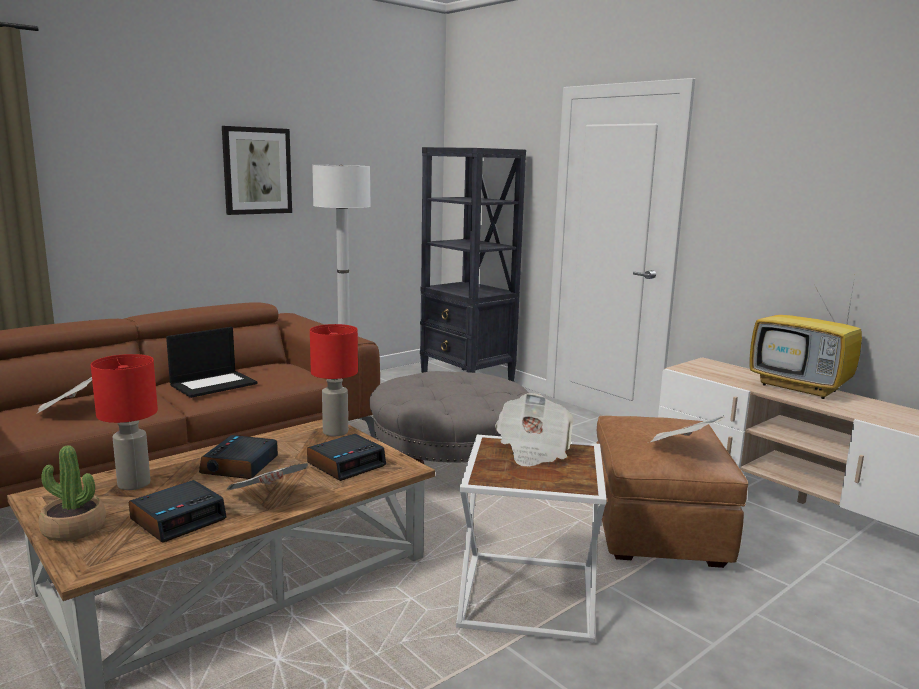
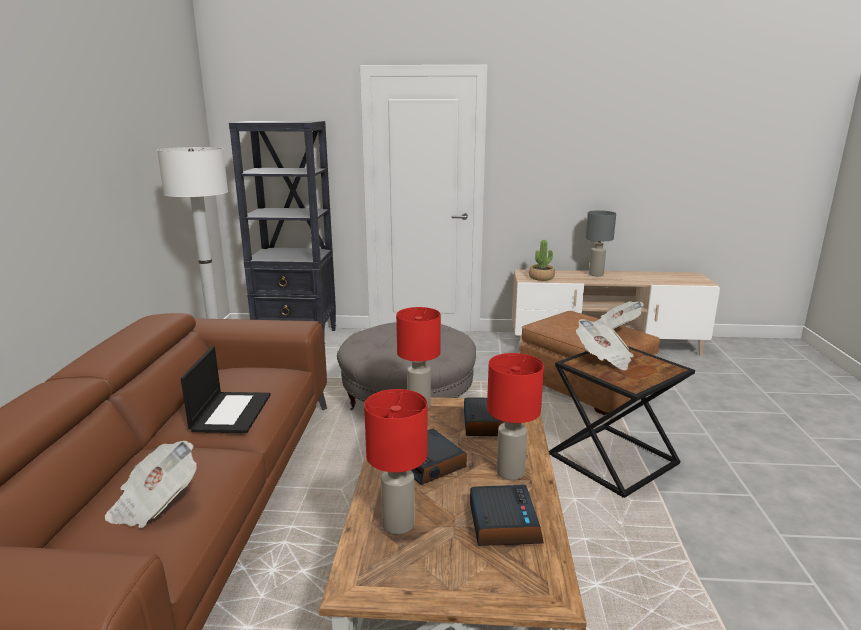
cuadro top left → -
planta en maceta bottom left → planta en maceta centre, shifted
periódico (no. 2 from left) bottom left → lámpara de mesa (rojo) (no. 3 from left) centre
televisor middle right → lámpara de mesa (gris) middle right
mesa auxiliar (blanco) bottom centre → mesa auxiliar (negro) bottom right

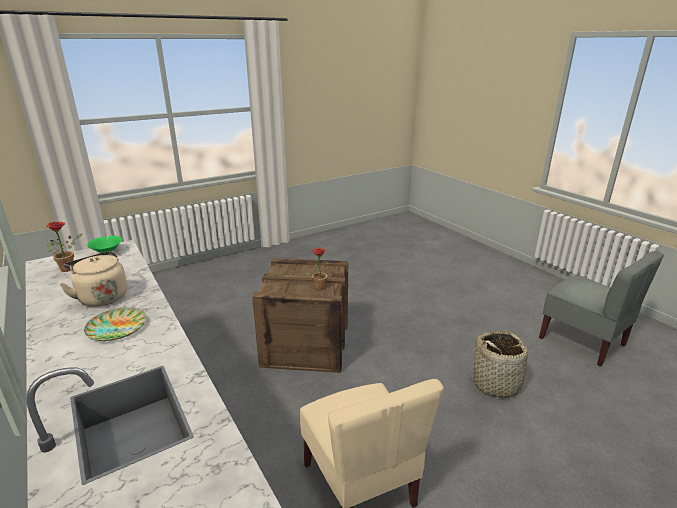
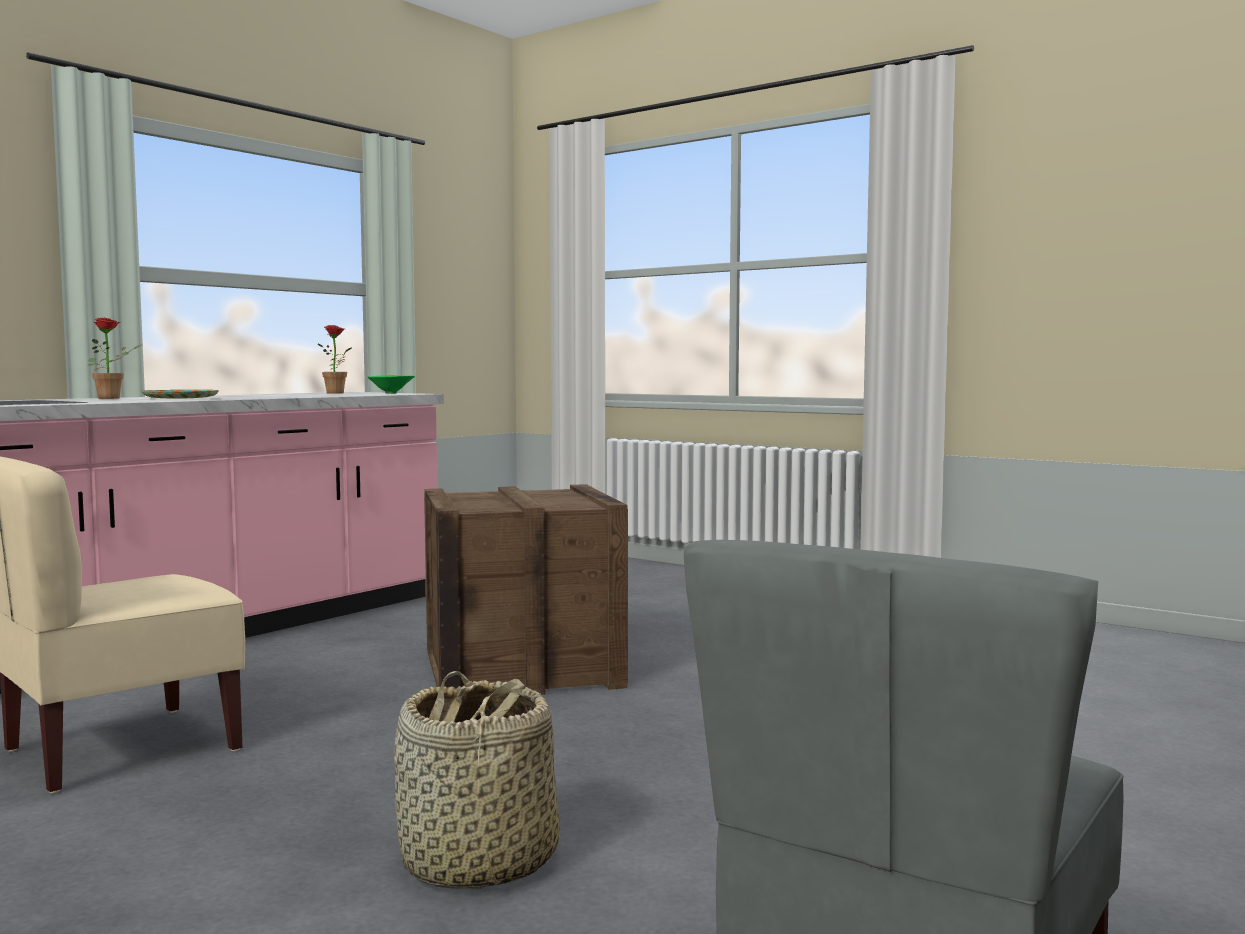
hervidor (beis) middle left → -
planta en maceta (no. 2 from left in the first image) centre → planta en maceta (no. 1 from left) middle left, shifted

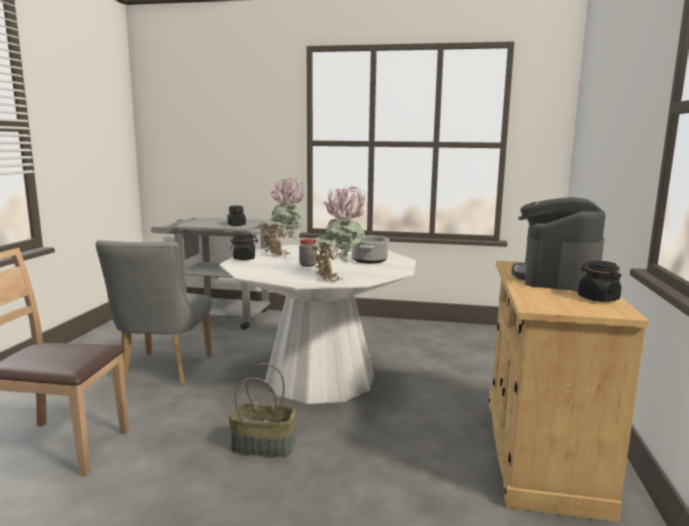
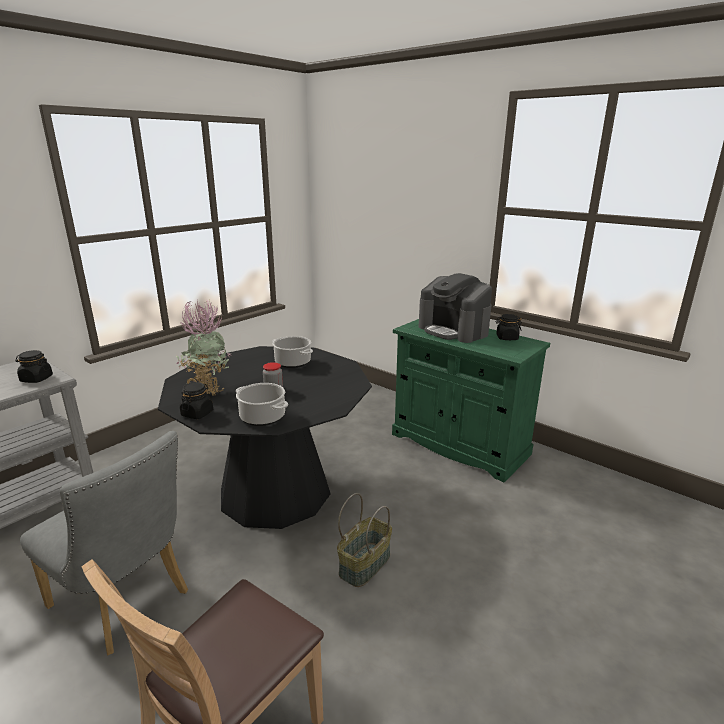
planta en maceta (no. 2 from left) centre → -
- → olla (no. 1 from left) centre
mesa de comedor (blanco) centre → mesa de comedor (negro) centre
armario (beis) bottom right → armario (verde) centre

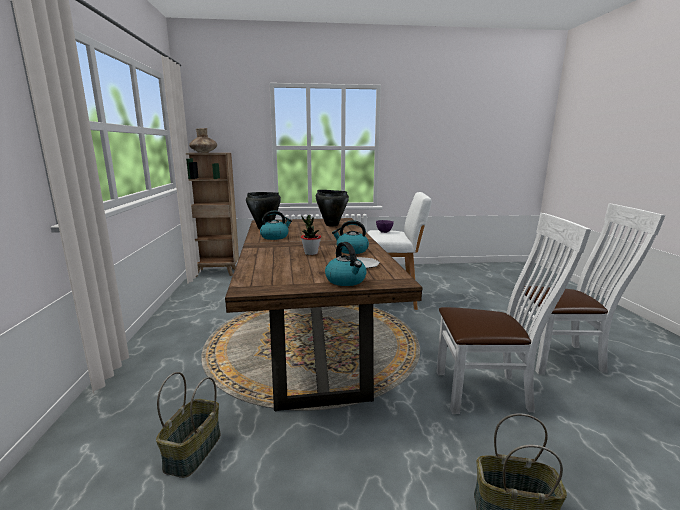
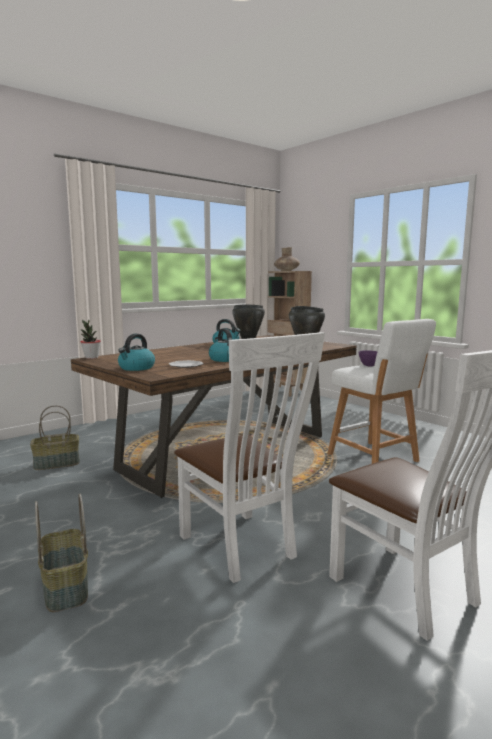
planta en maceta centre → planta en maceta middle left, shifted

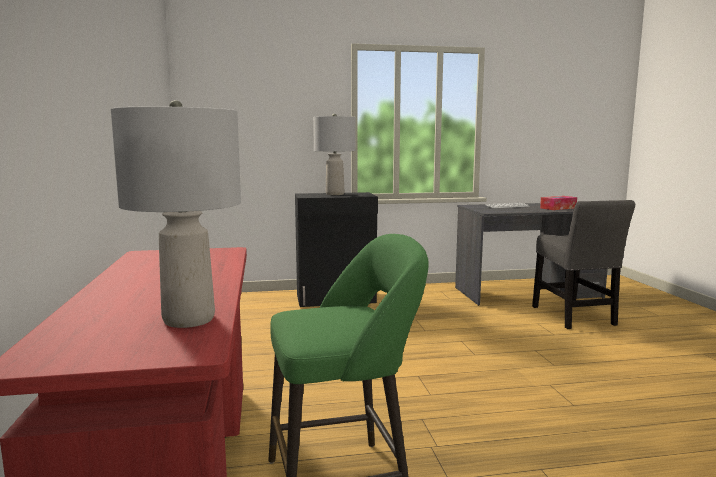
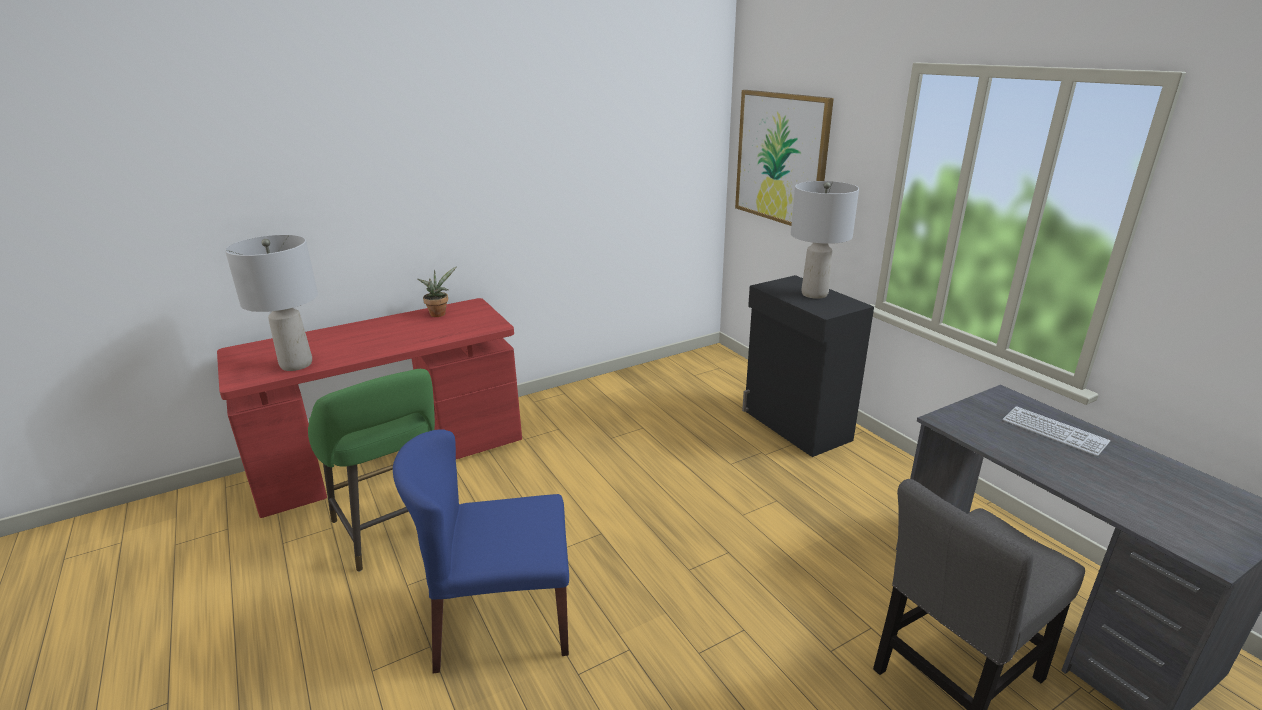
caja de pañuelos middle right → -
- → silla (azul) bottom centre
- → planta en maceta centre
- → cuadro top centre

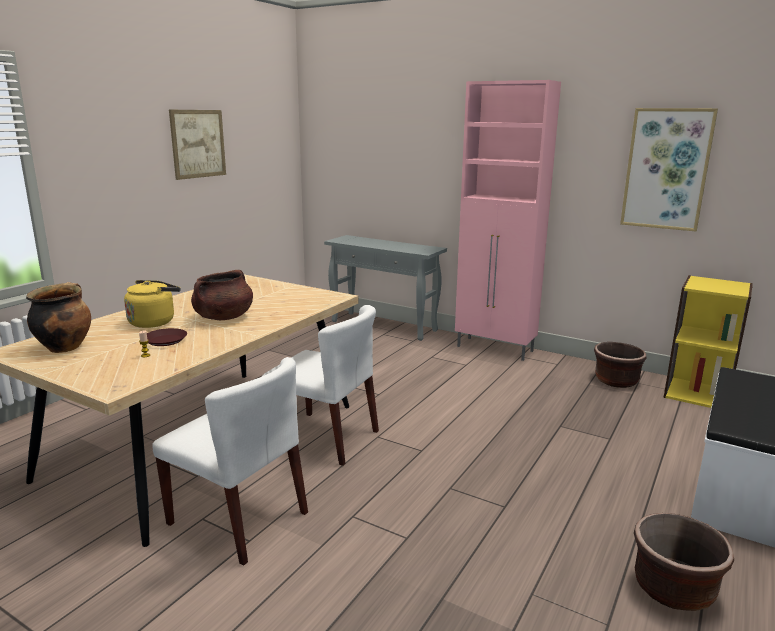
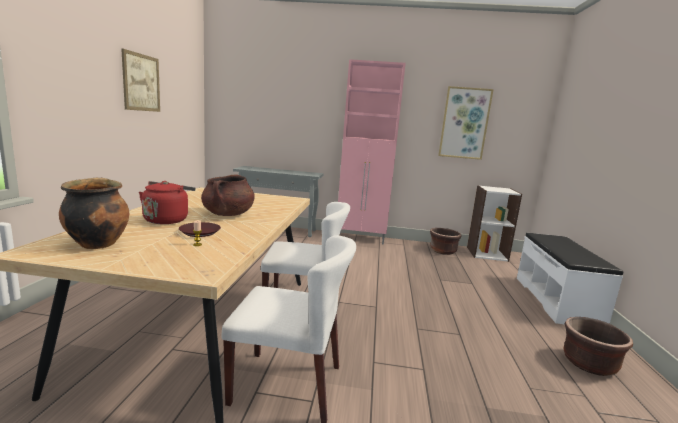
hervidor (amarillo) middle left → hervidor (rojo) middle left
estantería (amarillo) middle right → estantería (blanco) middle right

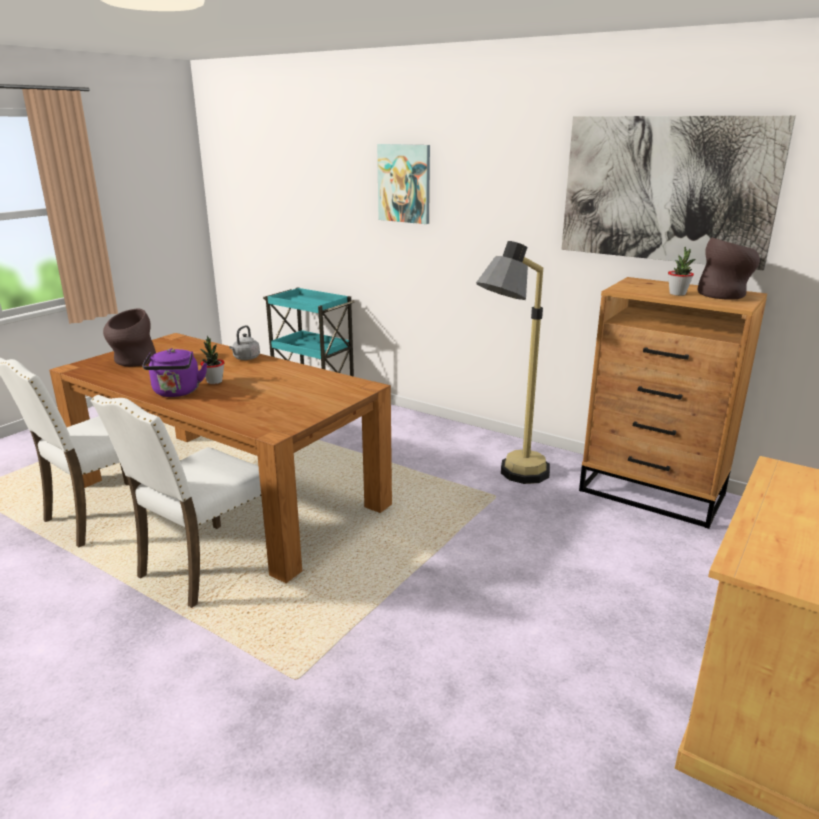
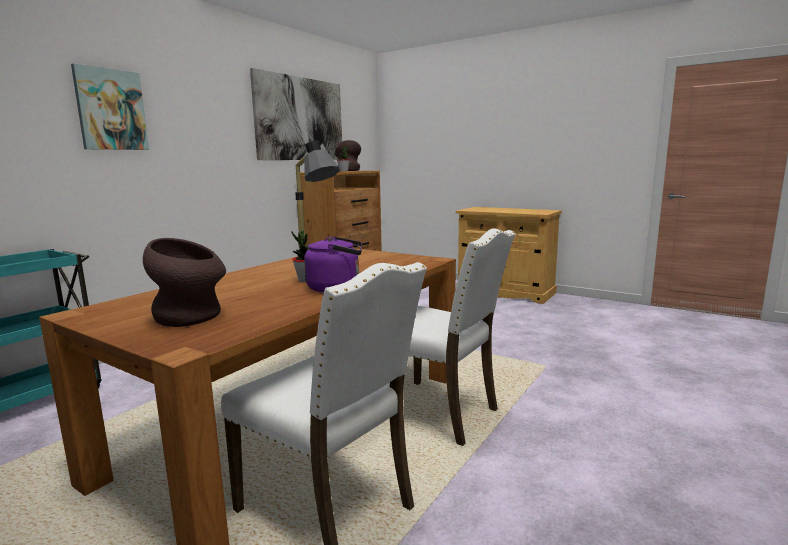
hervidor (gris) middle left → -

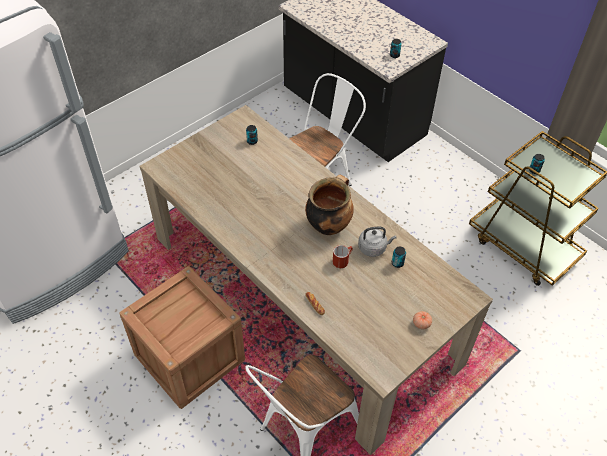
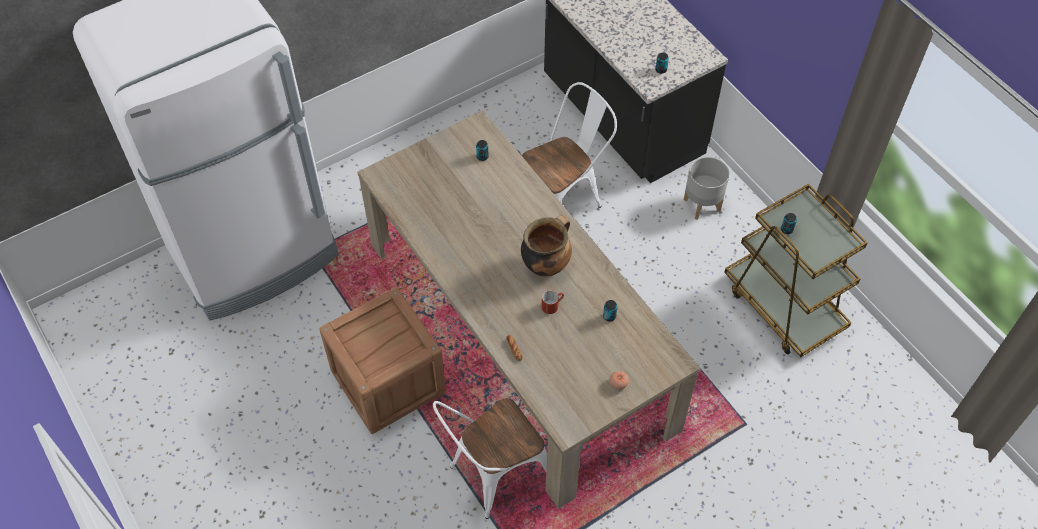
hervidor (gris) centre → -
- → maceta (gris) middle right

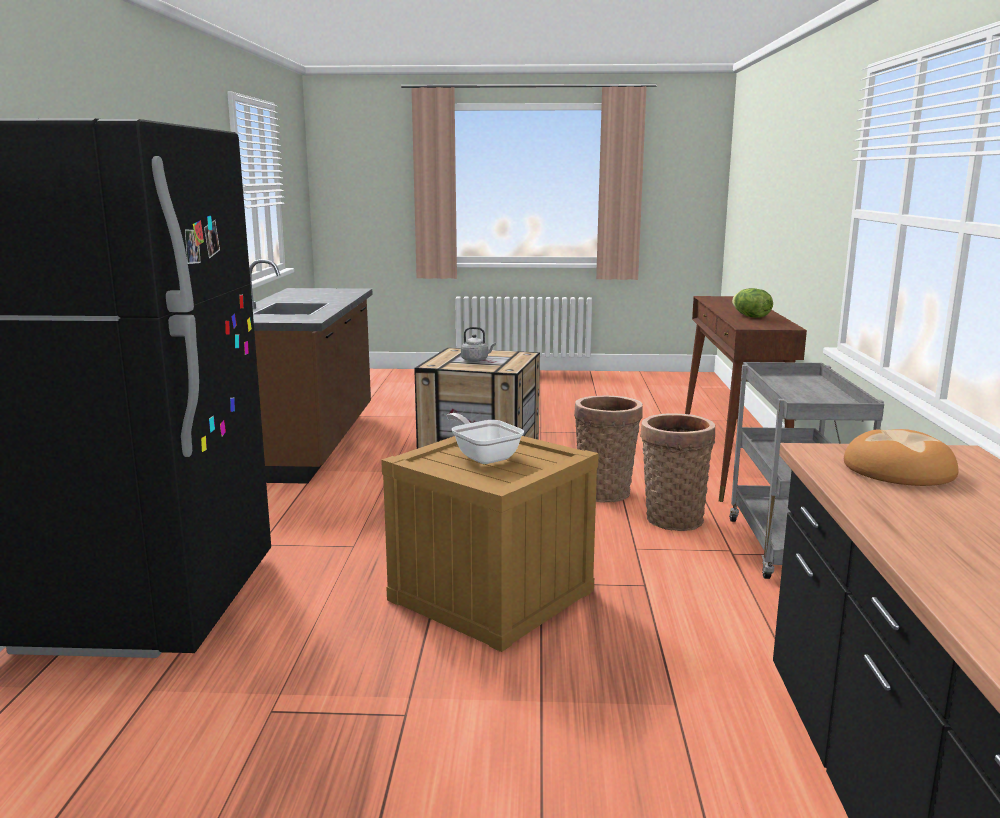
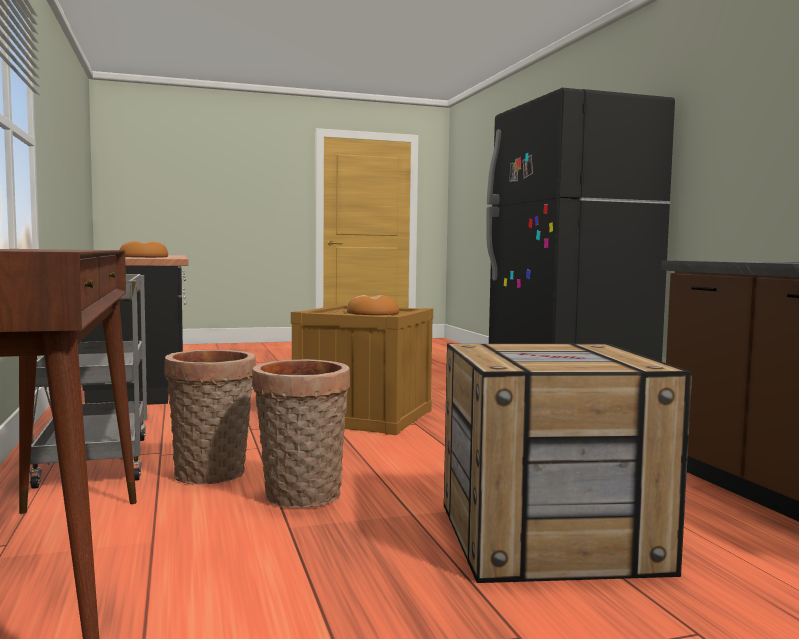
hervidor (gris) centre → -
lechuga middle right → -
sartén centre → pan (no. 2 from left) centre

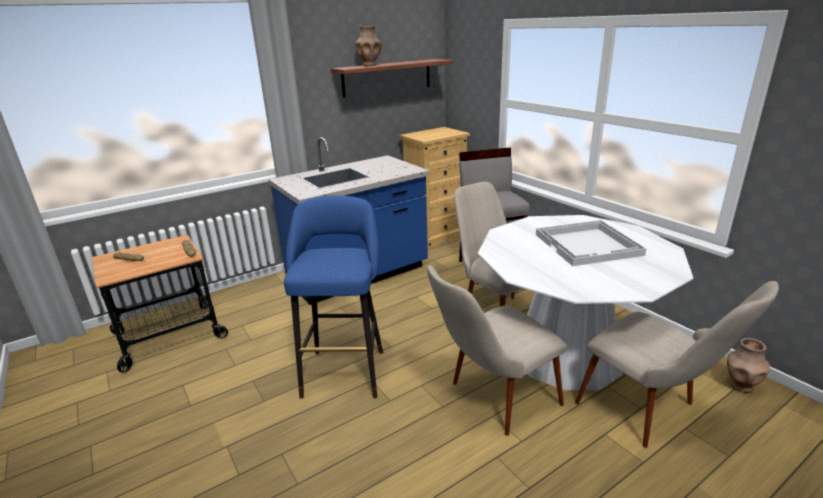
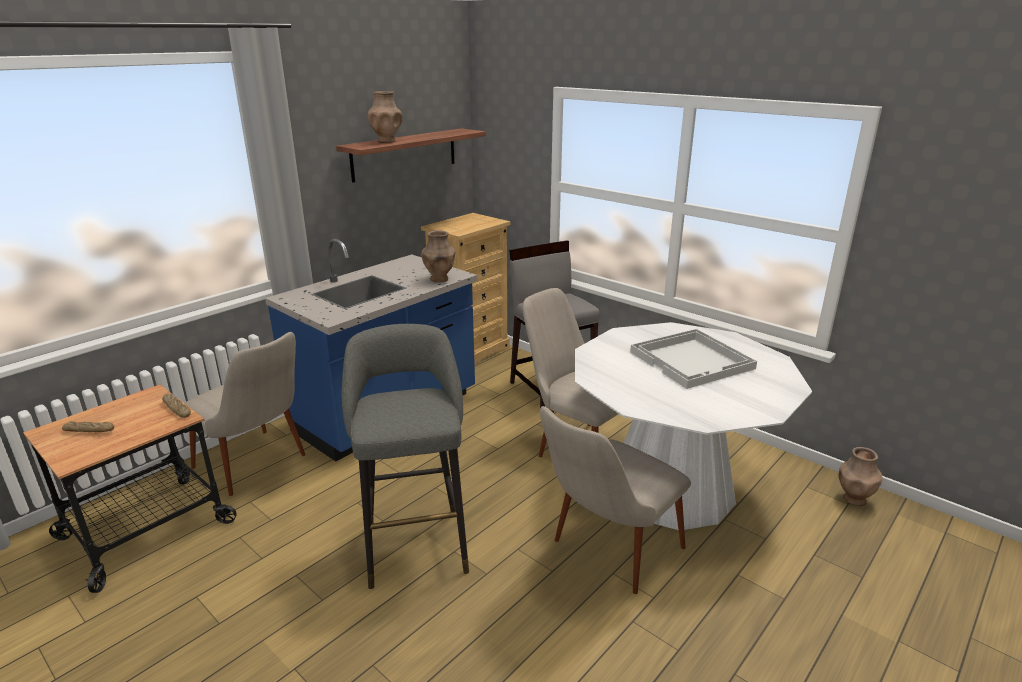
- → florero (marrón) (no. 2 from left) centre
silla (beis) (no. 3 from left in the first image) bottom right → silla (beis) (no. 1 from left) middle left, shifted
taburete (azul) centre → taburete (gris) (no. 1 from left) bottom centre

